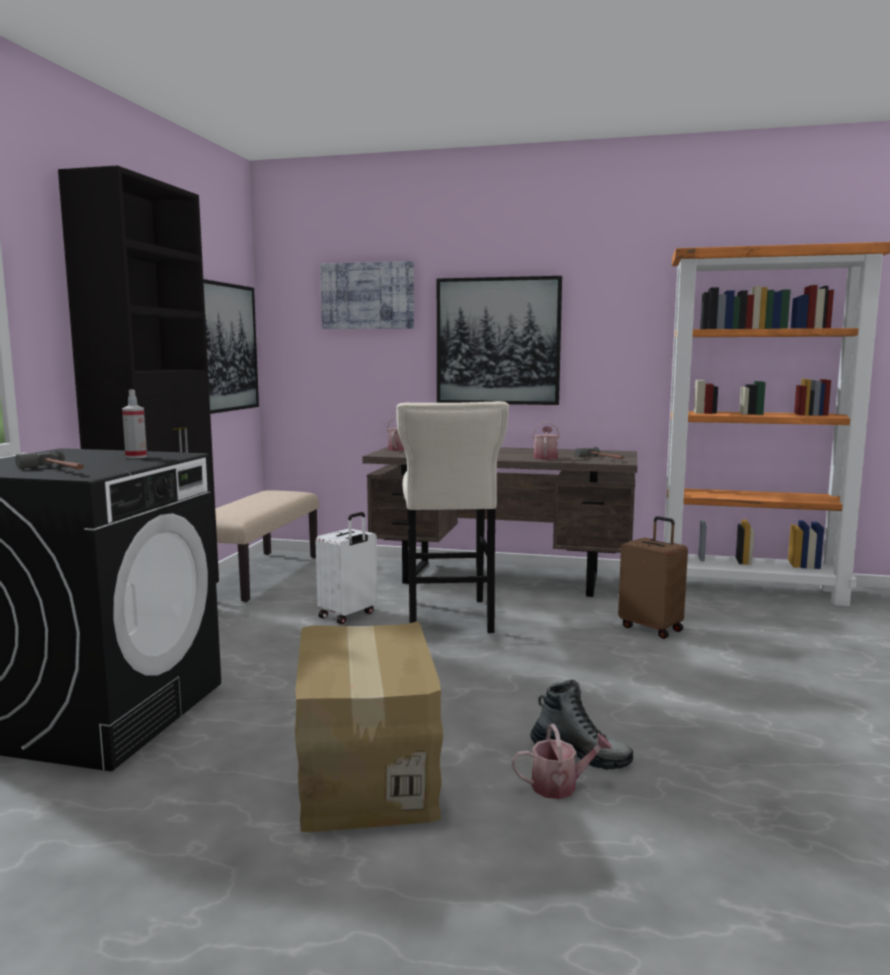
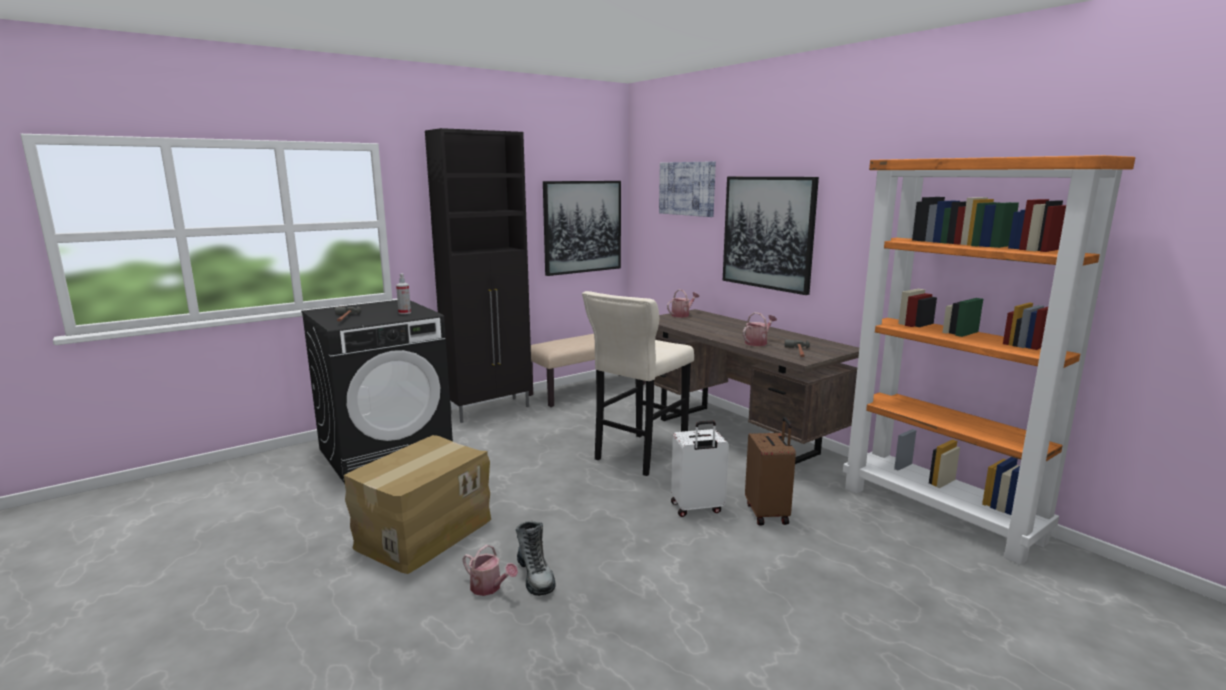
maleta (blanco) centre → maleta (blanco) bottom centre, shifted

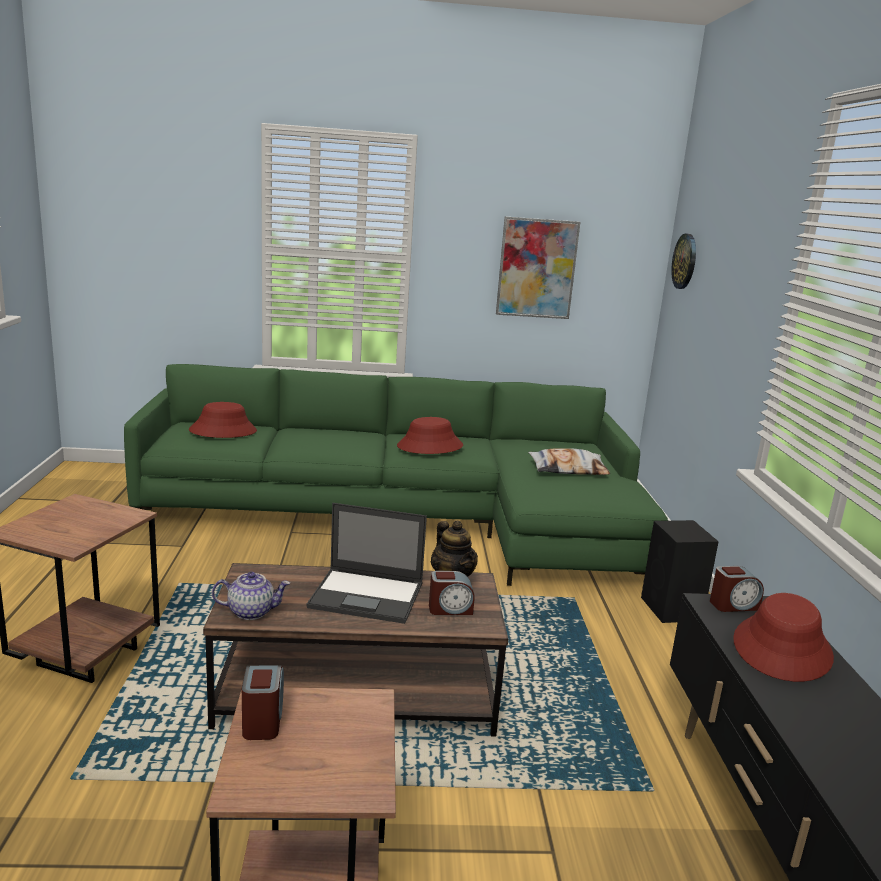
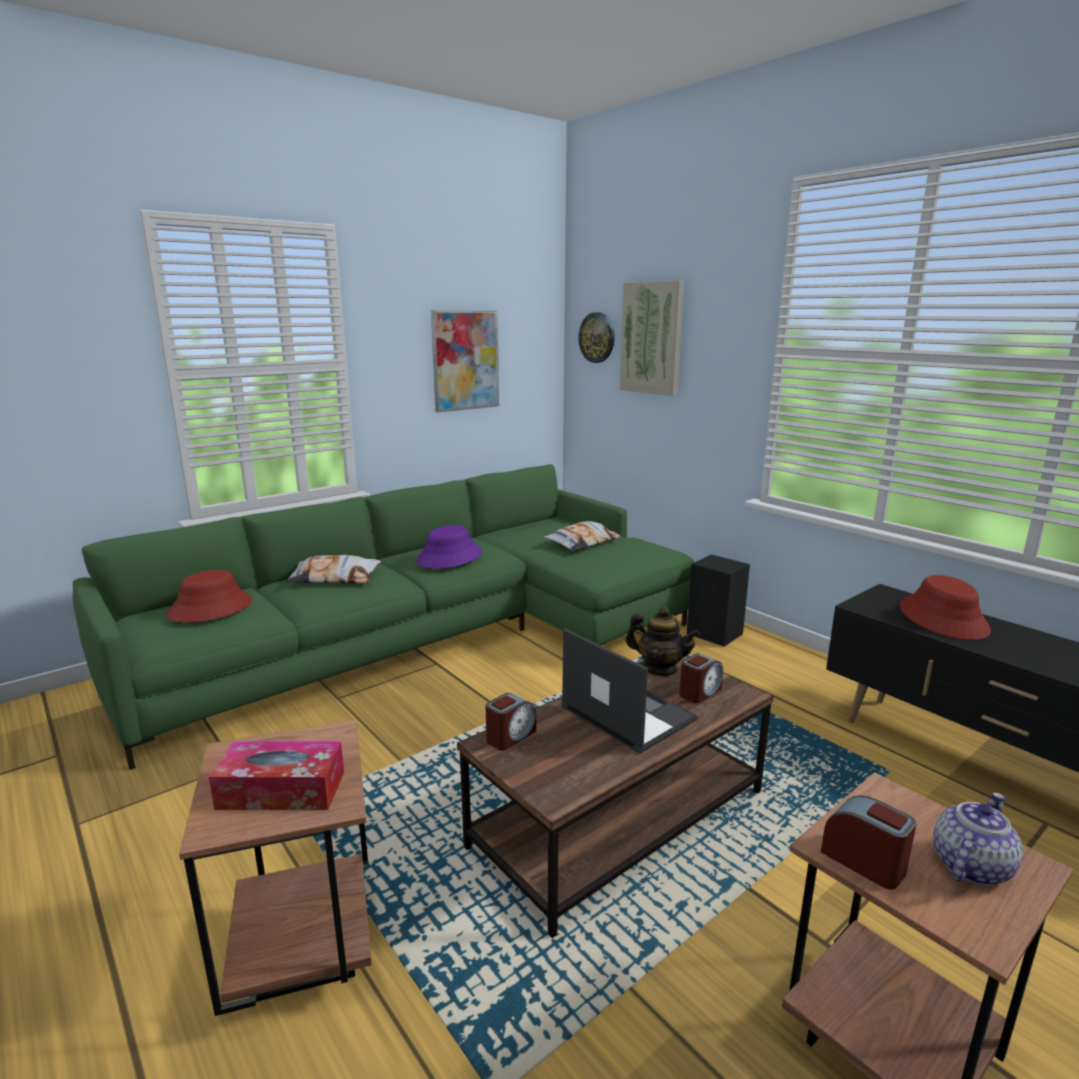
- → caja de pañuelos bottom left
- → cojín (no. 1 from left) middle left
- → cuadro (no. 2 from left) top centre
tetera (no. 1 from left in the first image) bottom left → tetera (no. 2 from left) bottom right, shifted
despertador (no. 3 from left in the first image) bottom right → despertador (no. 1 from left) bottom centre, shifted
sombrero (rojo) (no. 2 from left) centre → sombrero (morado) centre
portátil centre, 105 degrees counterclockwise

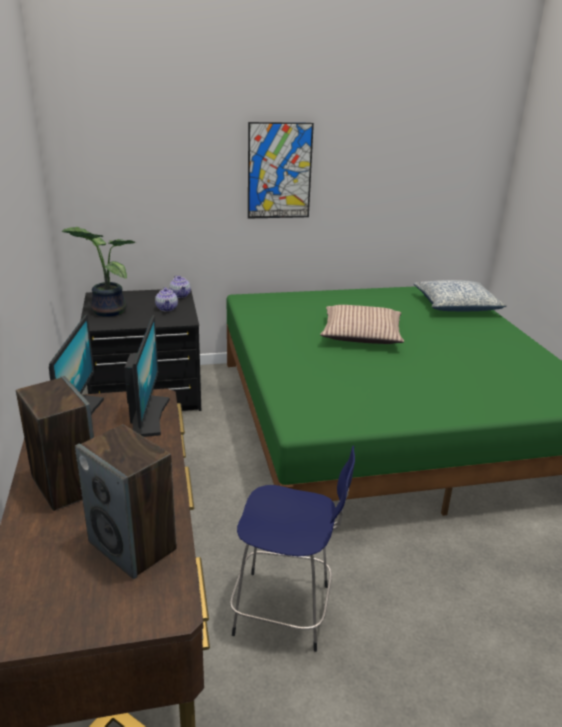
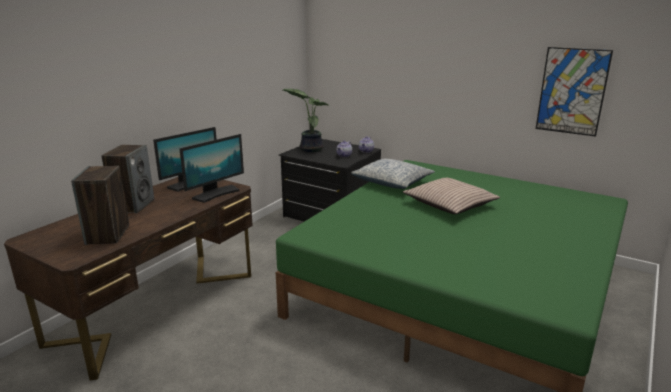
taburete (azul) bottom centre → -
cuadro top centre → cuadro top right, shifted
cojín (no. 2 from left in the first image) middle right → cojín (no. 1 from left) centre, shifted

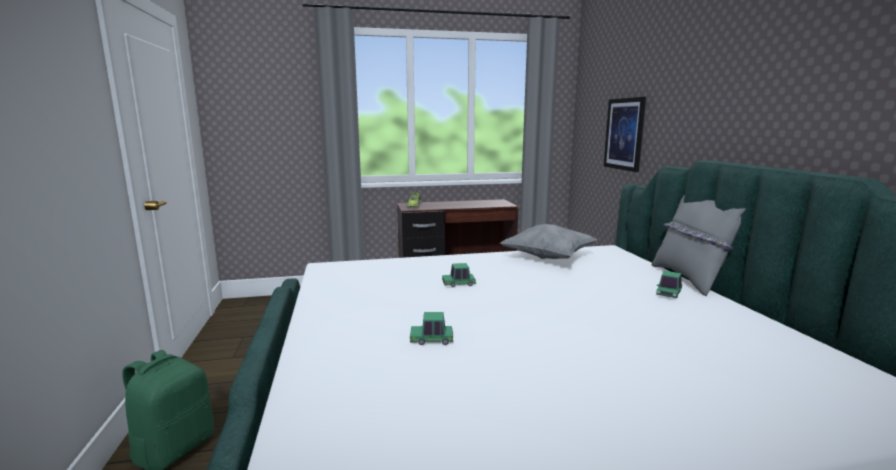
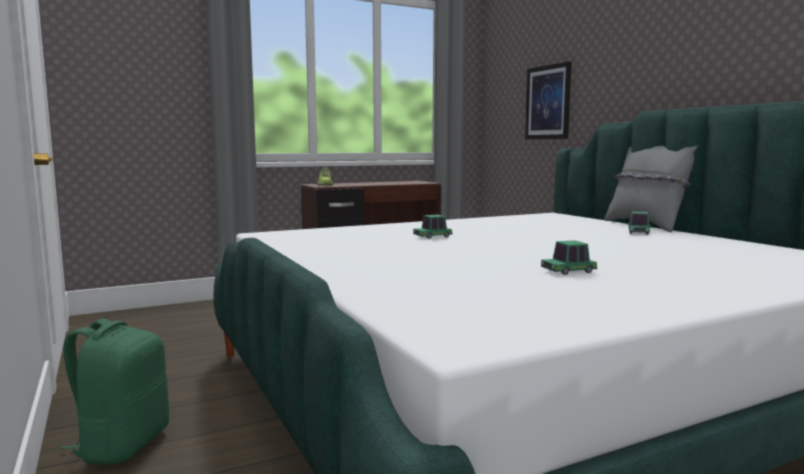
cojín (gris) (no. 1 from left) centre → -
coche de juguete (no. 1 from left in the first image) bottom centre → coche de juguete (no. 2 from left) middle right, shifted

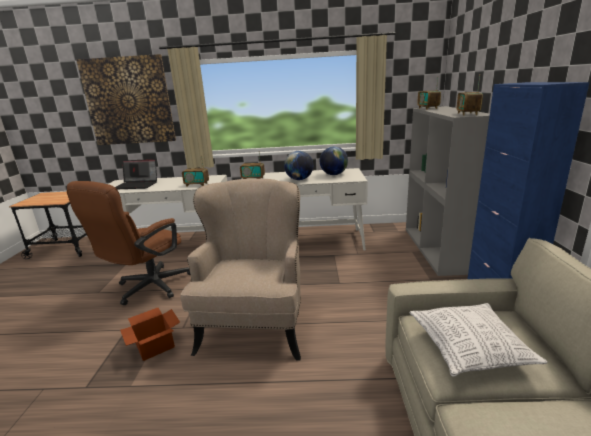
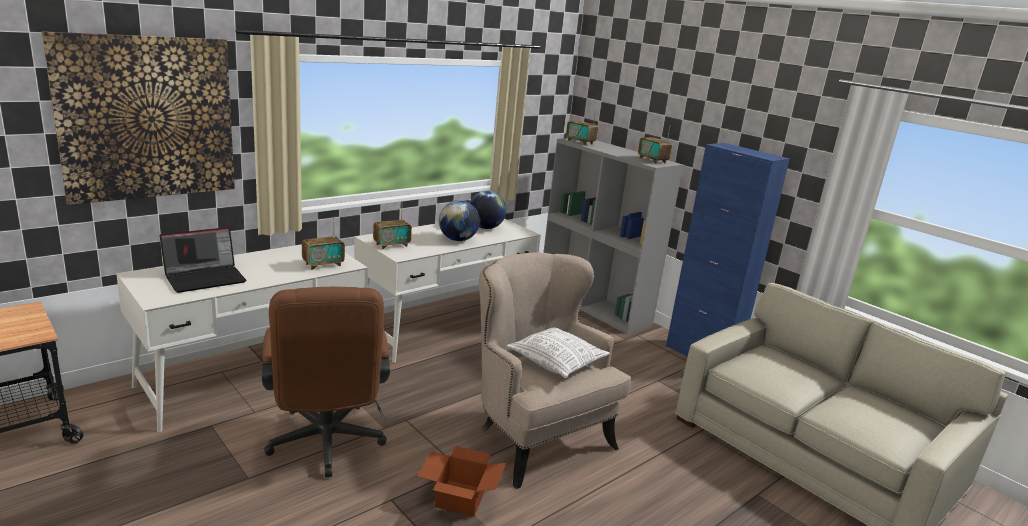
cojín bottom right → cojín bottom centre, shifted

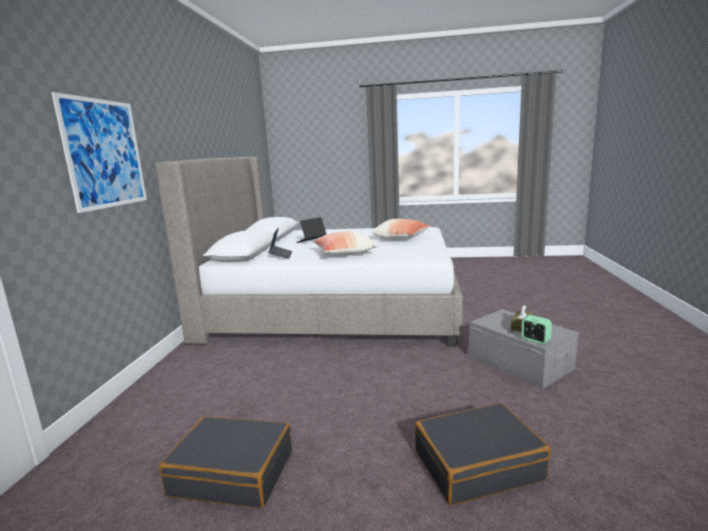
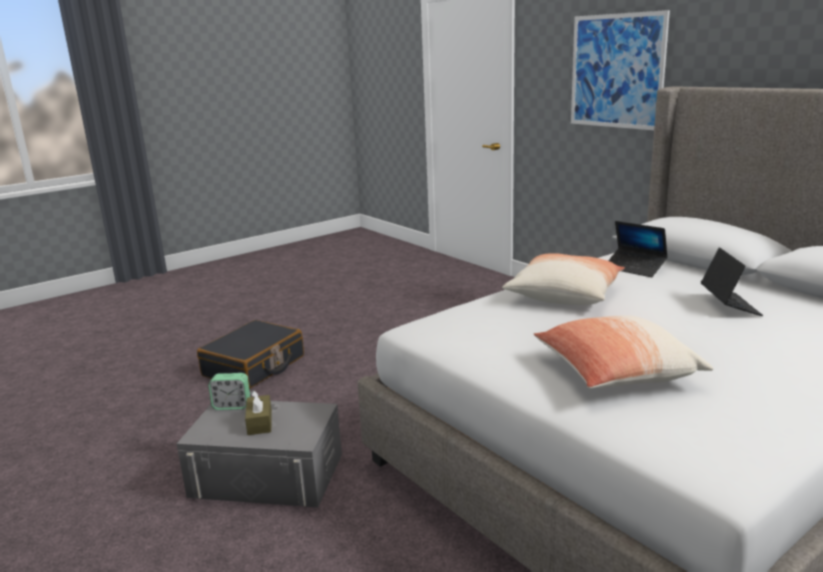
maleta (negro) (no. 1 from left) bottom left → -

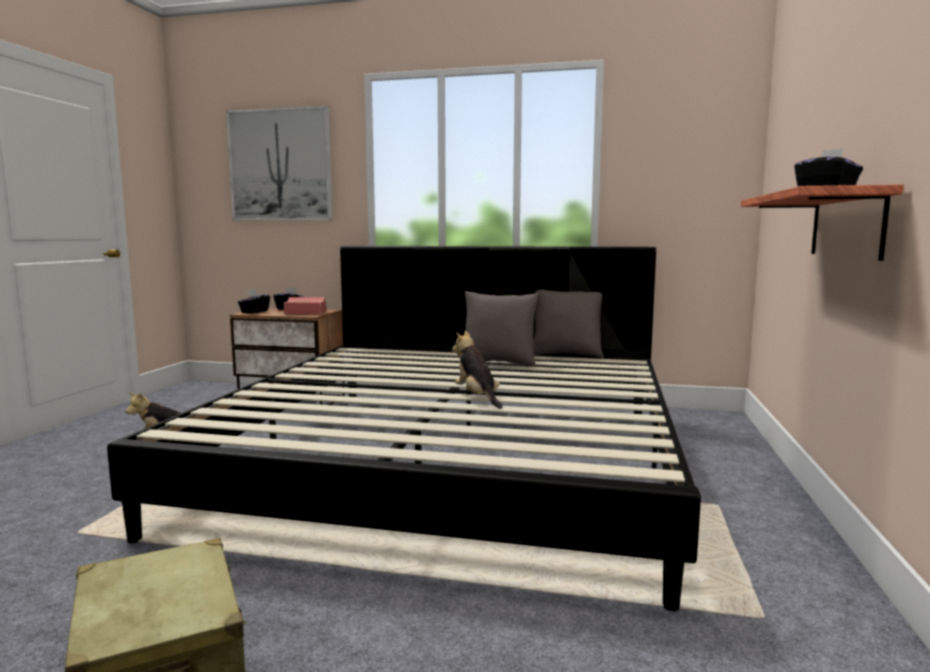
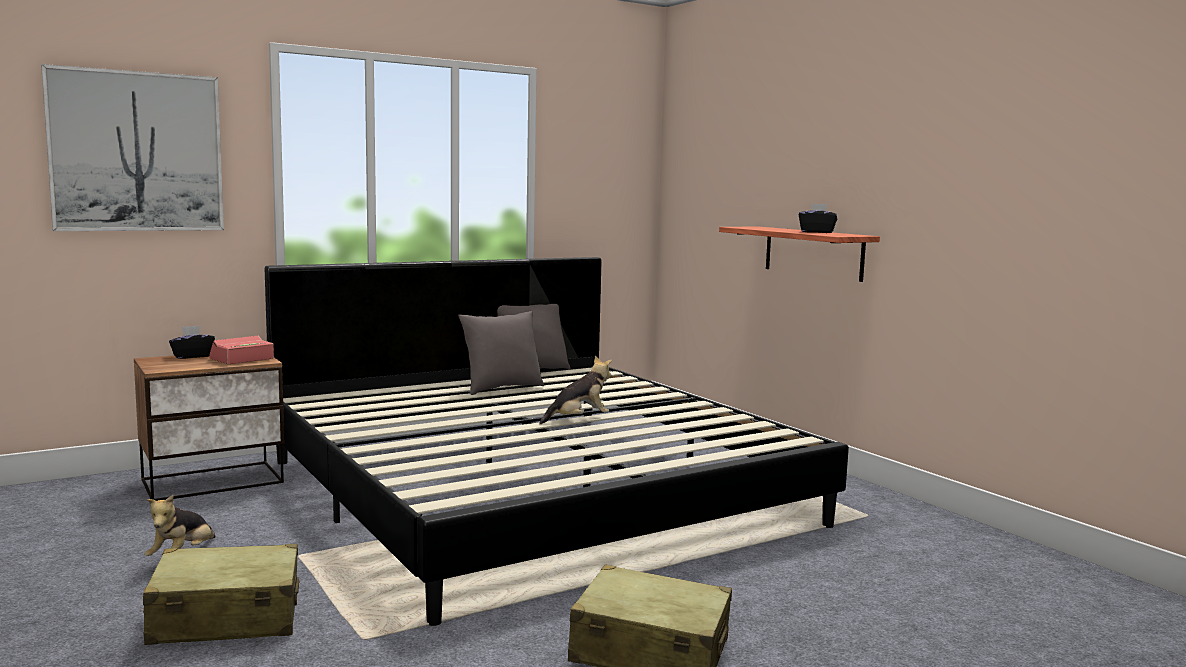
caja de pañuelos (negro) (no. 1 from left) middle left → -
- → maleta (beis) (no. 1 from left) bottom left
peluche (no. 2 from left) centre, 135 degrees clockwise

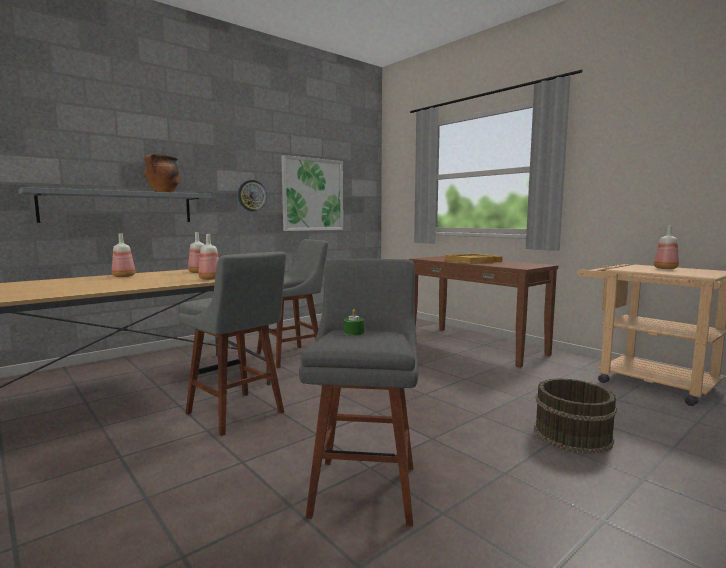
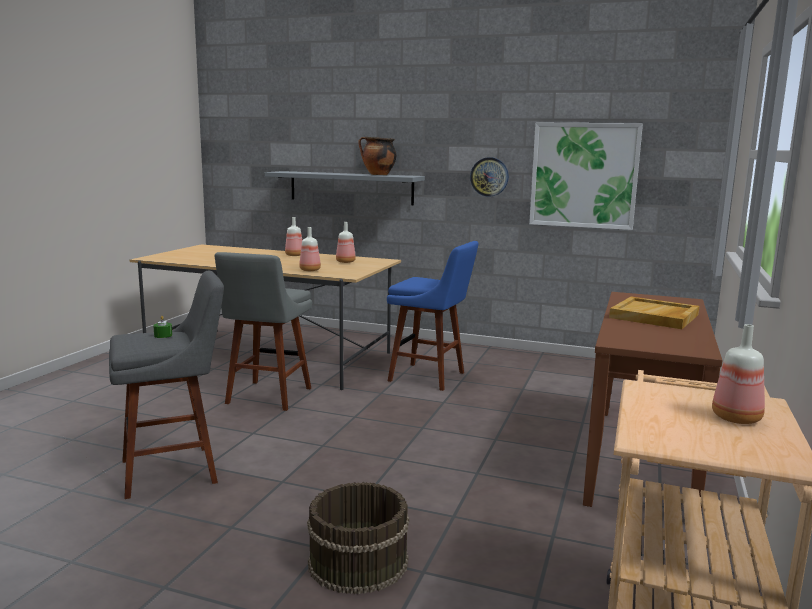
taburete (gris) (no. 2 from left) centre → taburete (azul) centre

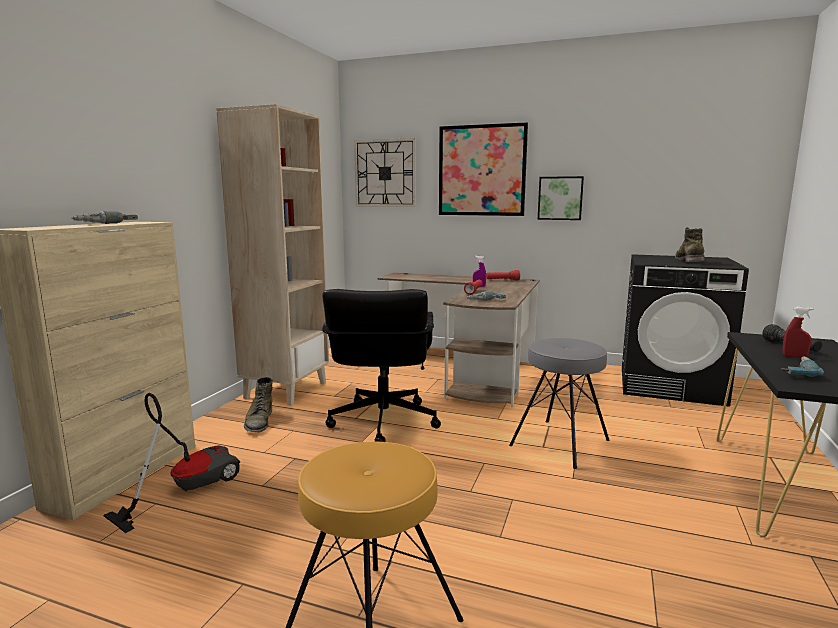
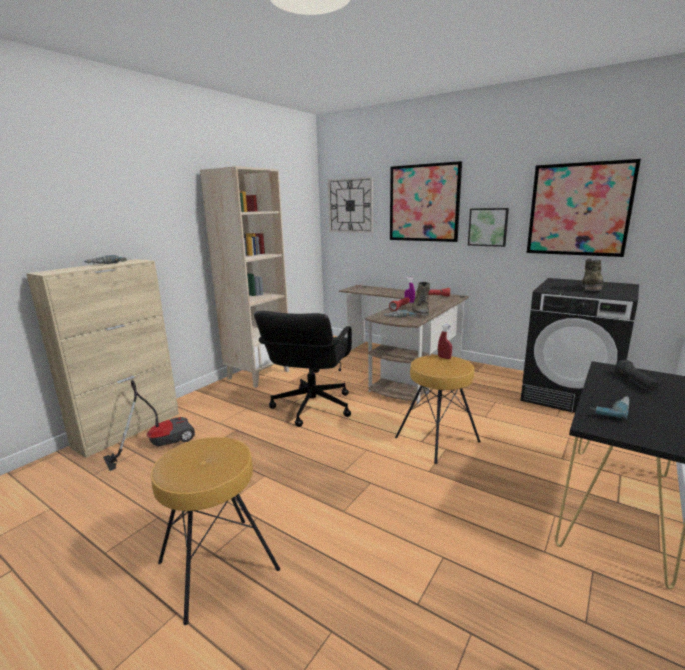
- → cuadro (no. 3 from left) top right
bota (verde) (no. 1 from left) middle left → bota (verde) (no. 1 from left) centre, shifted
pulverizador (rojo) middle right → pulverizador (rojo) centre, shifted
taburete (gris) middle right → taburete (marrón) (no. 2 from left) centre

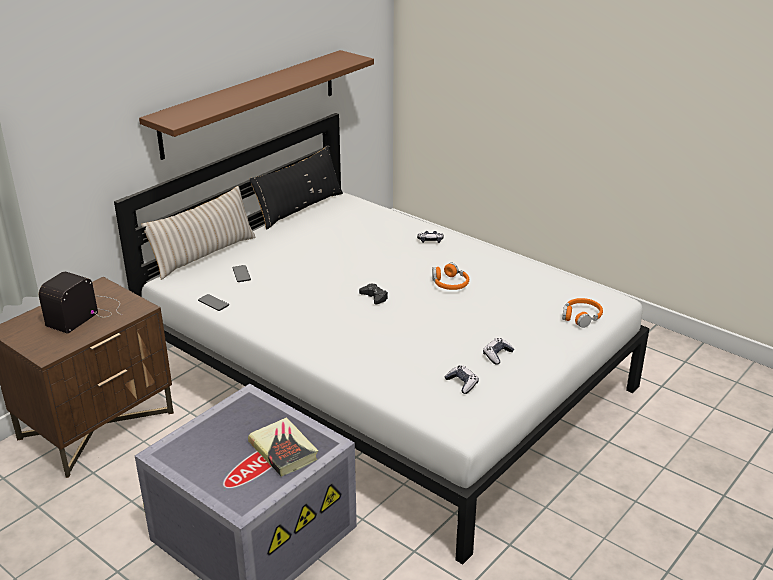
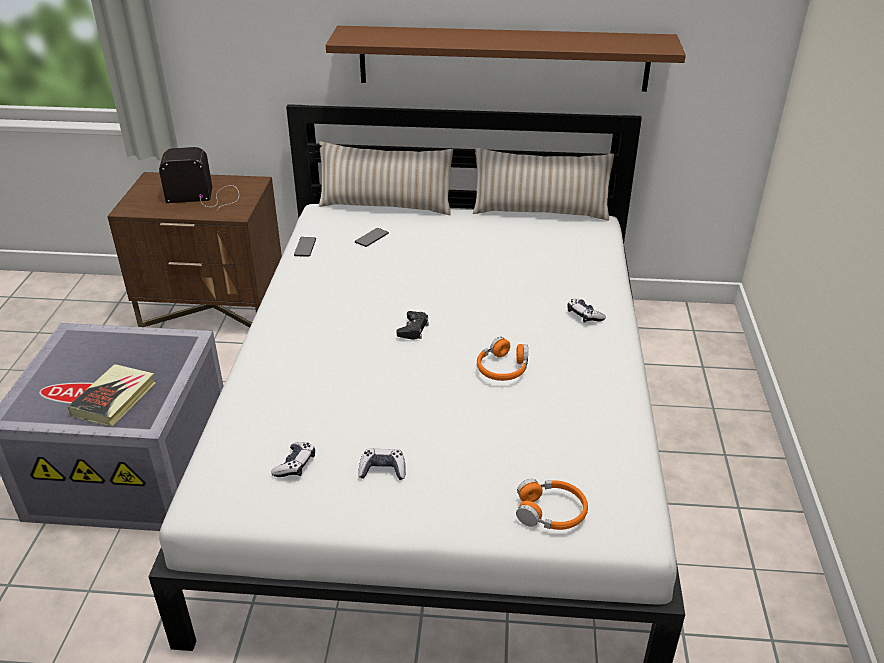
cojín (negro) top centre → cojín (beis) (no. 2 from left) top centre

